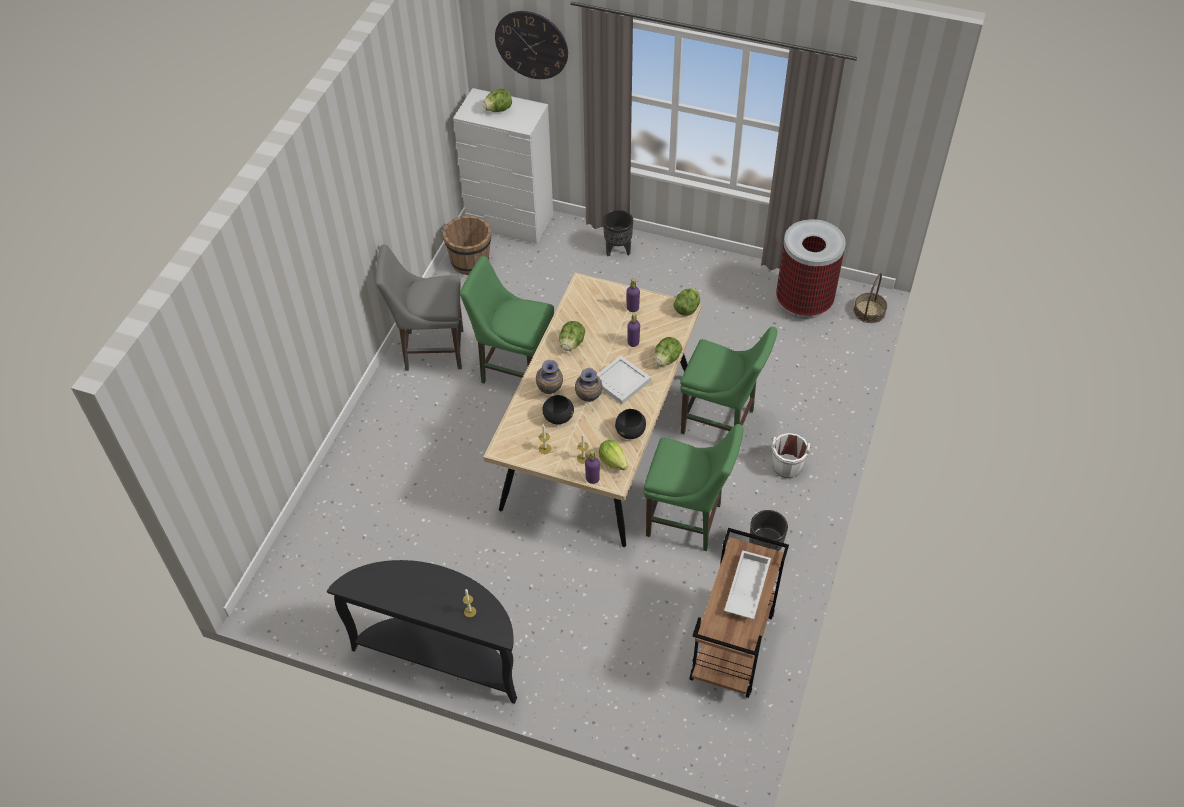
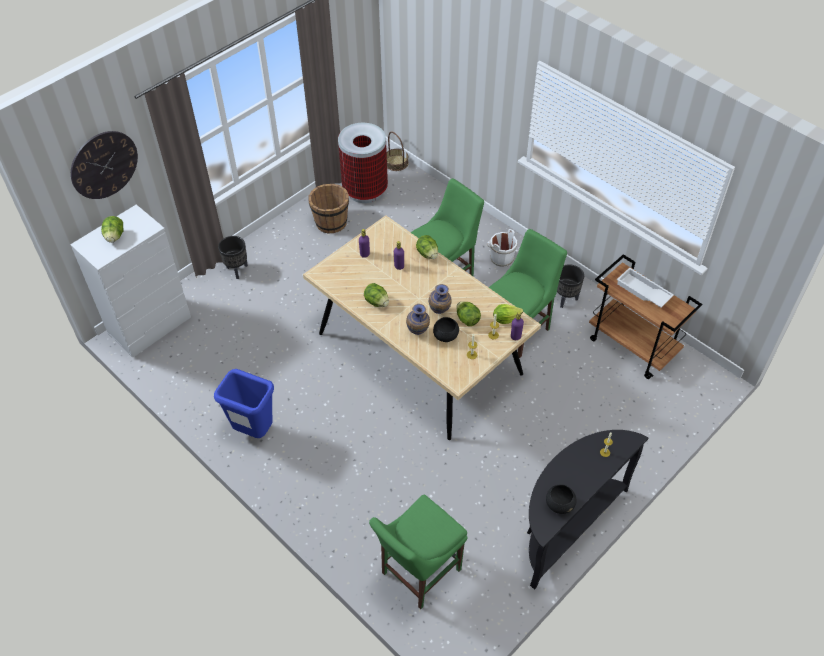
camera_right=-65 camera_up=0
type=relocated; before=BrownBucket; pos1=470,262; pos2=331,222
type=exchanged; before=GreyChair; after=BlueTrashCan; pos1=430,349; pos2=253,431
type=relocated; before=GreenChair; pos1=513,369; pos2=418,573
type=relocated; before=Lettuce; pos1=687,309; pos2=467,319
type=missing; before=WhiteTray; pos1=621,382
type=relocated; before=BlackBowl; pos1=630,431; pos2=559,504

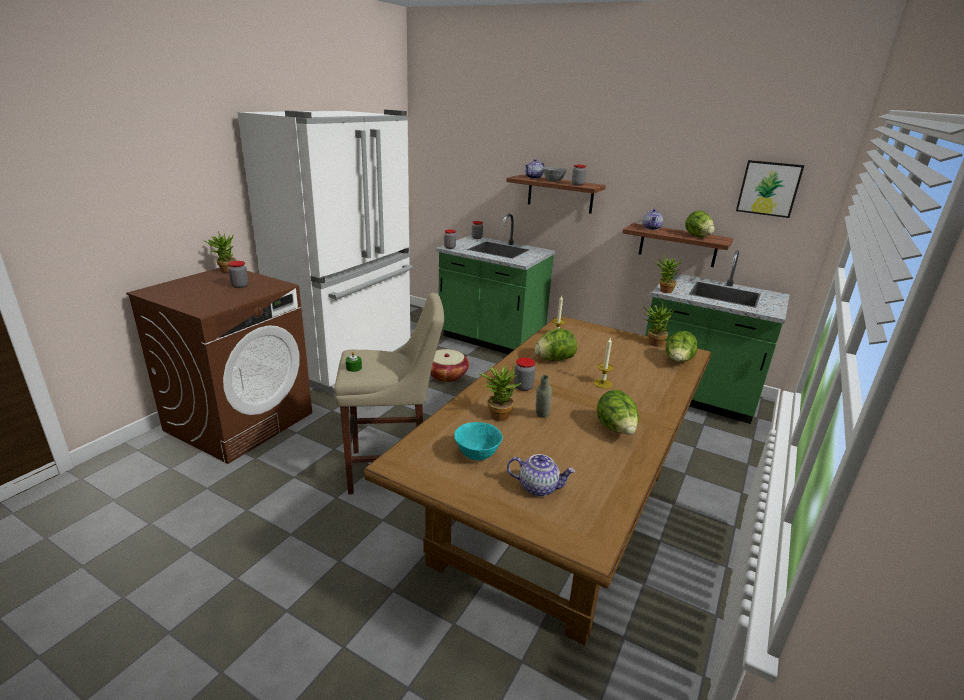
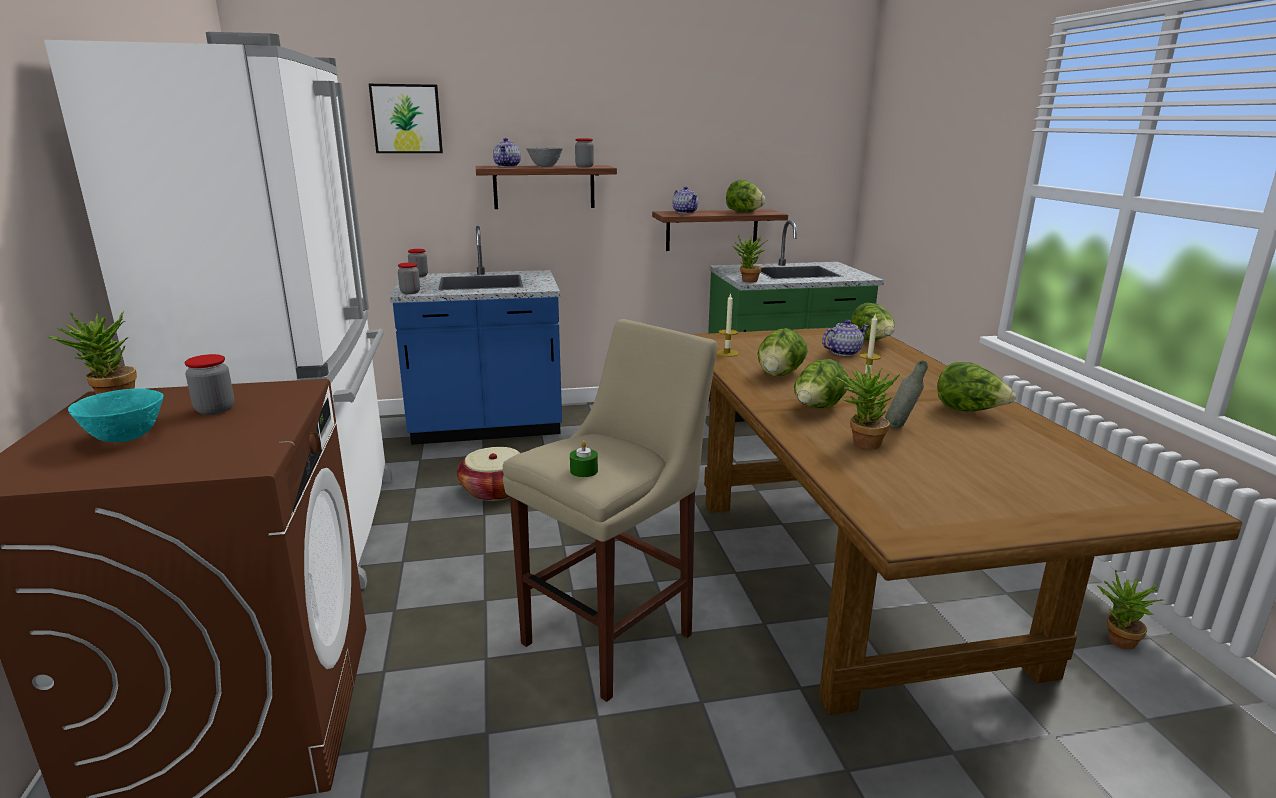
camera_right=-40 camera_up=-5
type=relocated; before=Picture; pos1=769,188; pos2=407,119
type=colour; before=GreenCounter; after=BlueCounter; pos1=490,340; pos2=486,428
type=relocated; before=PottedPlant; pos1=652,343; pos2=1116,642
type=exchanged; before=Jar; after=Lettuce; pos1=523,387; pos2=817,409
type=relocated; before=TurquoiseBowl; pos1=477,455; pos2=126,438
type=relocated; before=Teapot; pos1=538,487; pos2=843,352

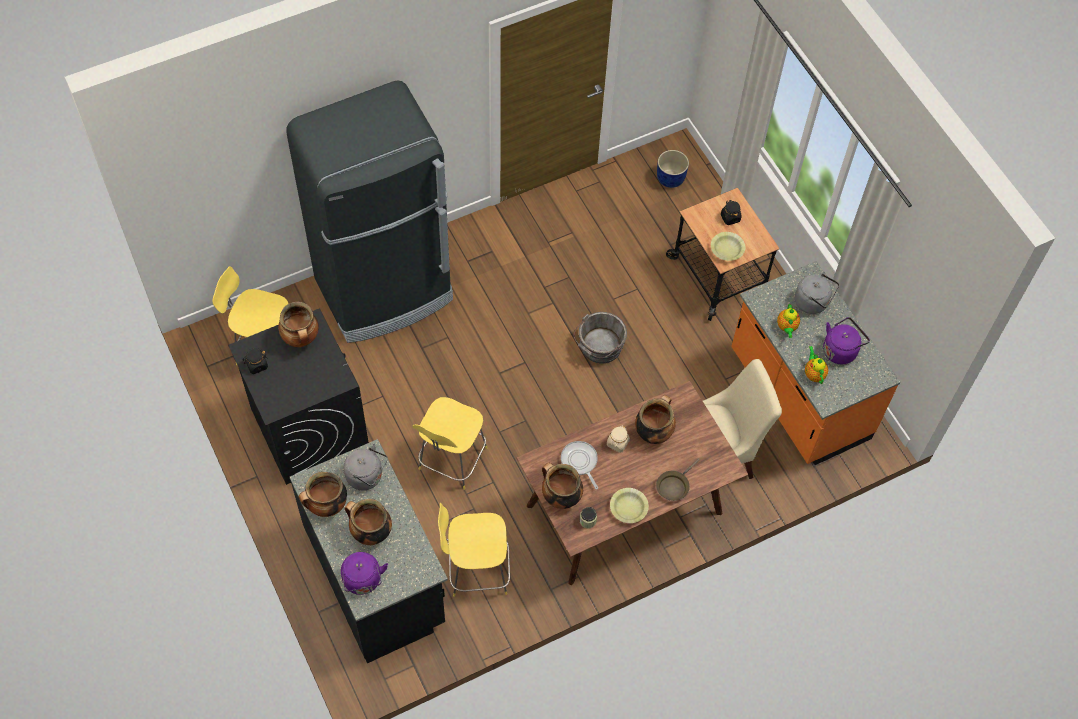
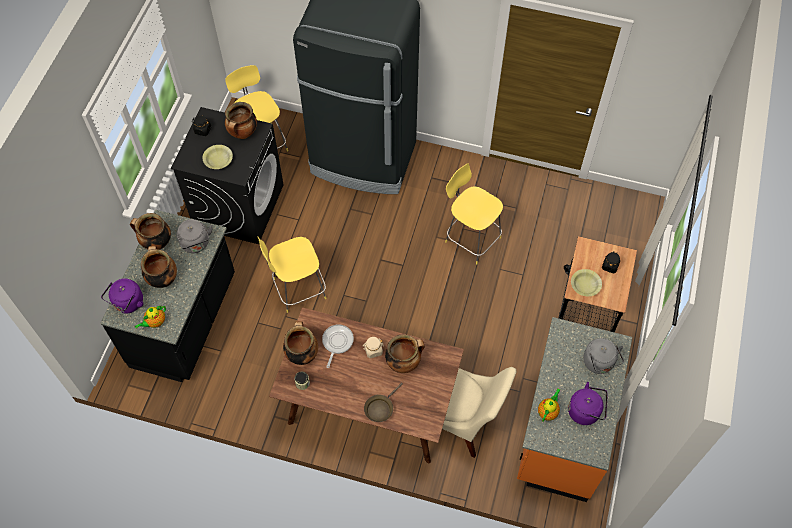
camera_right=45 camera_up=0
type=missing; before=BluePlanter; pos1=671,178
type=relocated; before=Teapot; pos1=786,327; pos2=155,322
type=missing; before=GreyBucket; pos1=599,347
type=spun; before=BrownFryingPan; pos1=674,486; pos2=380,408; turn=-45
type=relocated; before=YellowBowl; pos1=628,508; pos2=218,160
type=relocated; before=YellowStool; pos1=476,570; pos2=471,238

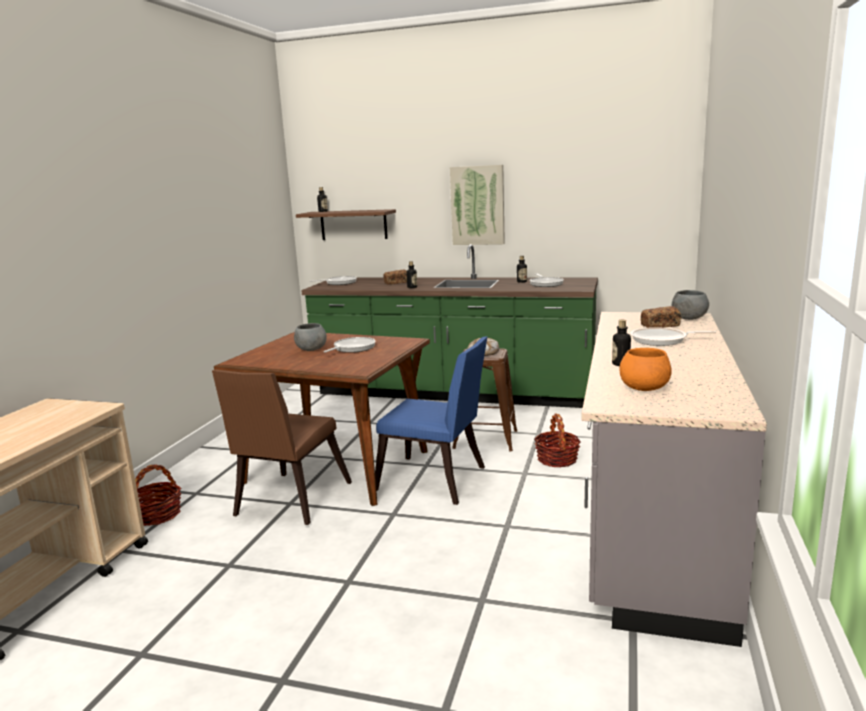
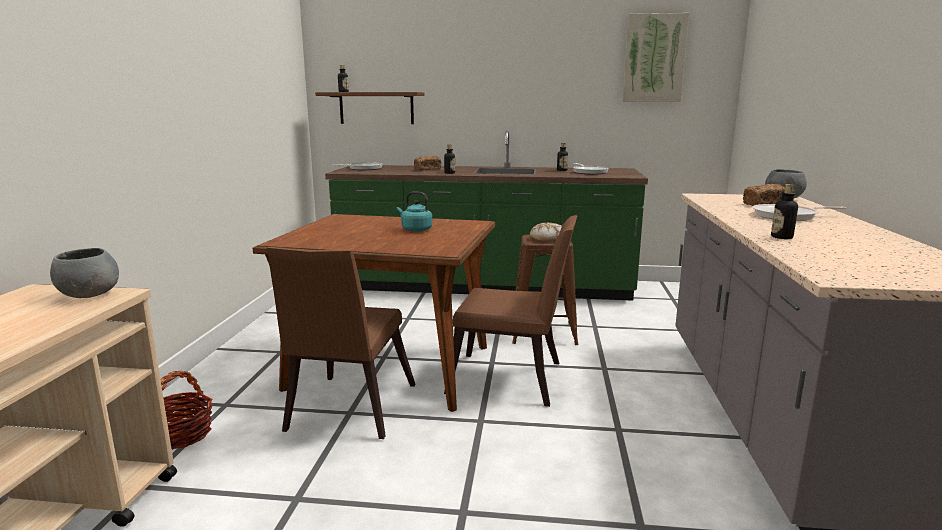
camera_right=-10 camera_up=0
type=relocated; before=Picture; pos1=477,205; pos2=654,58
type=relocated; before=GreyBowl; pos1=311,349; pos2=89,295
type=colour; before=BlueChair; after=BrownChair; pos1=436,481; pos2=513,380
type=exchanged; before=FryingPan; after=TurquoiseKettle; pos1=352,348; pos2=415,230
type=missing; before=OrangeBowl; pos1=644,388
type=missing; before=Basket; pos1=557,459

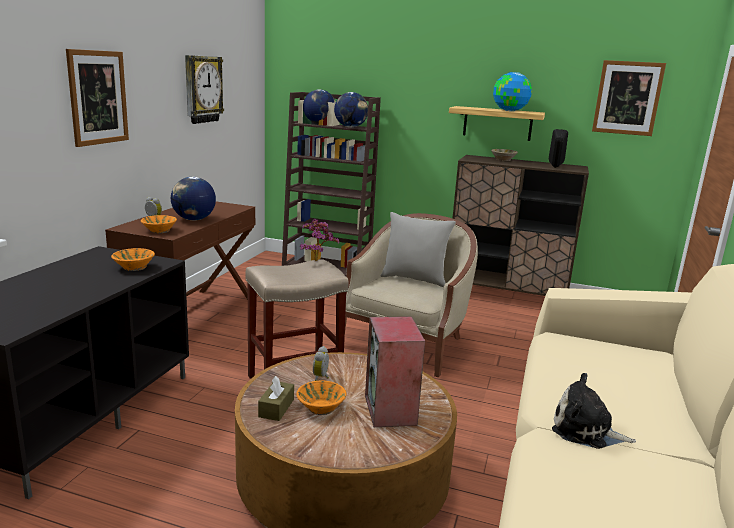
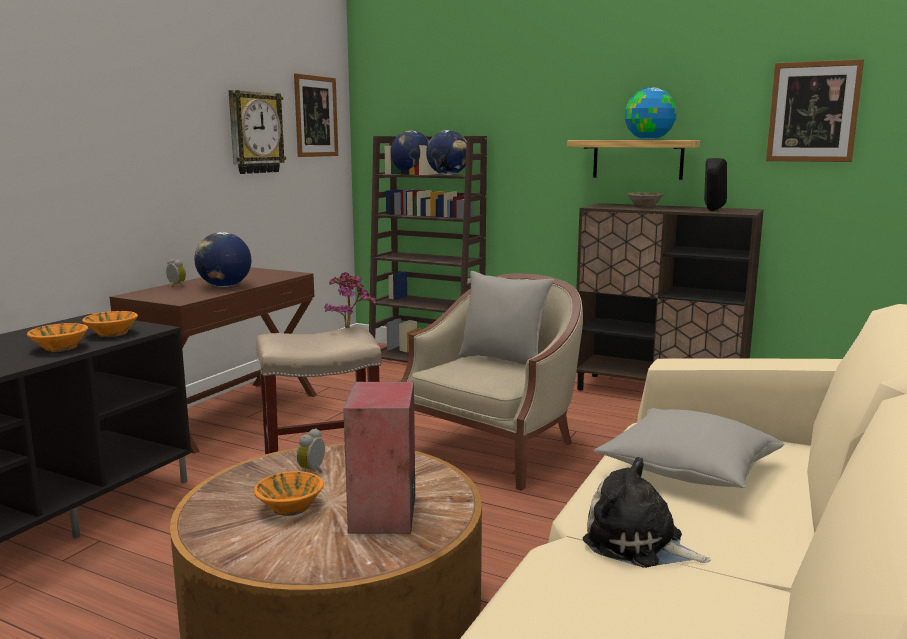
camera_right=10 camera_up=-5
type=relocated; before=Picture; pos1=98,97; pos2=316,116
type=relocated; before=OrangeBowl; pos1=159,231; pos2=59,348
type=missing; before=BrownTissueBox; pos1=276,408
type=appeared; after=GreyPillow; pos2=688,470

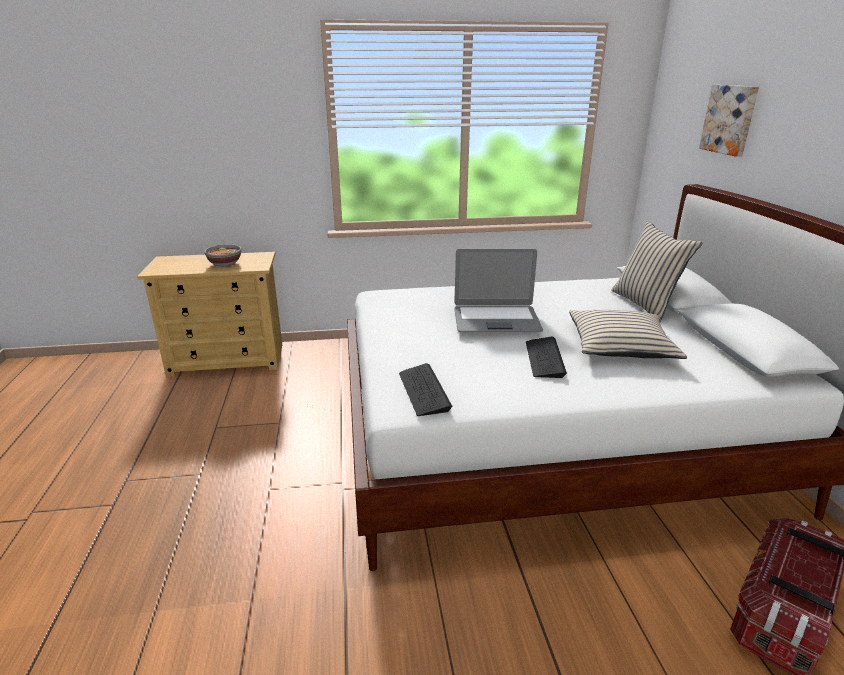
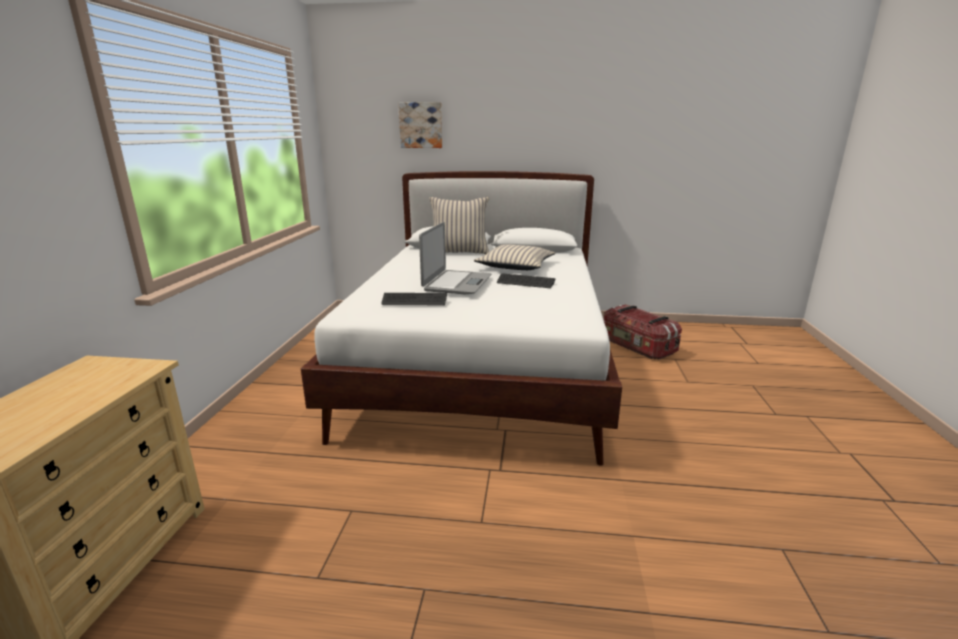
camera_right=-75 camera_up=-5
type=missing; before=Bowl; pos1=224,264
type=relocated; before=Keyboard; pos1=424,391; pos2=414,301

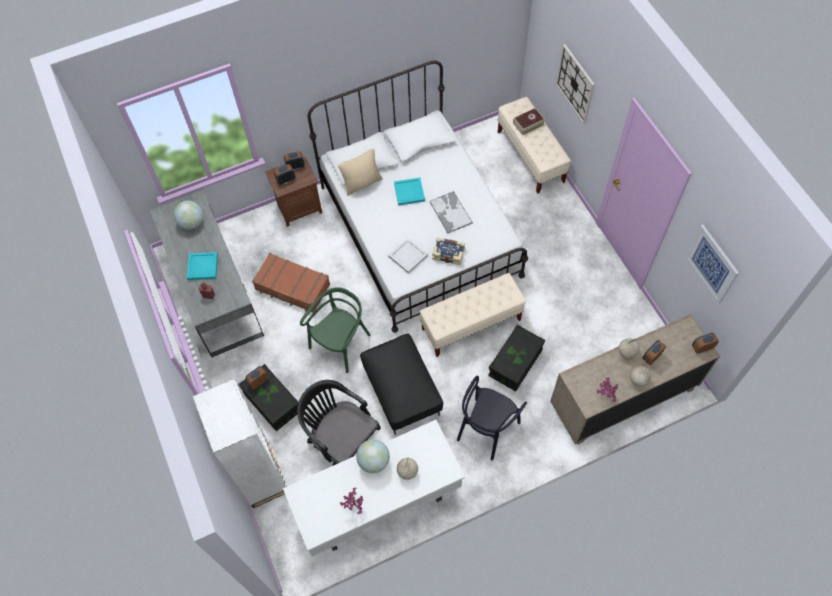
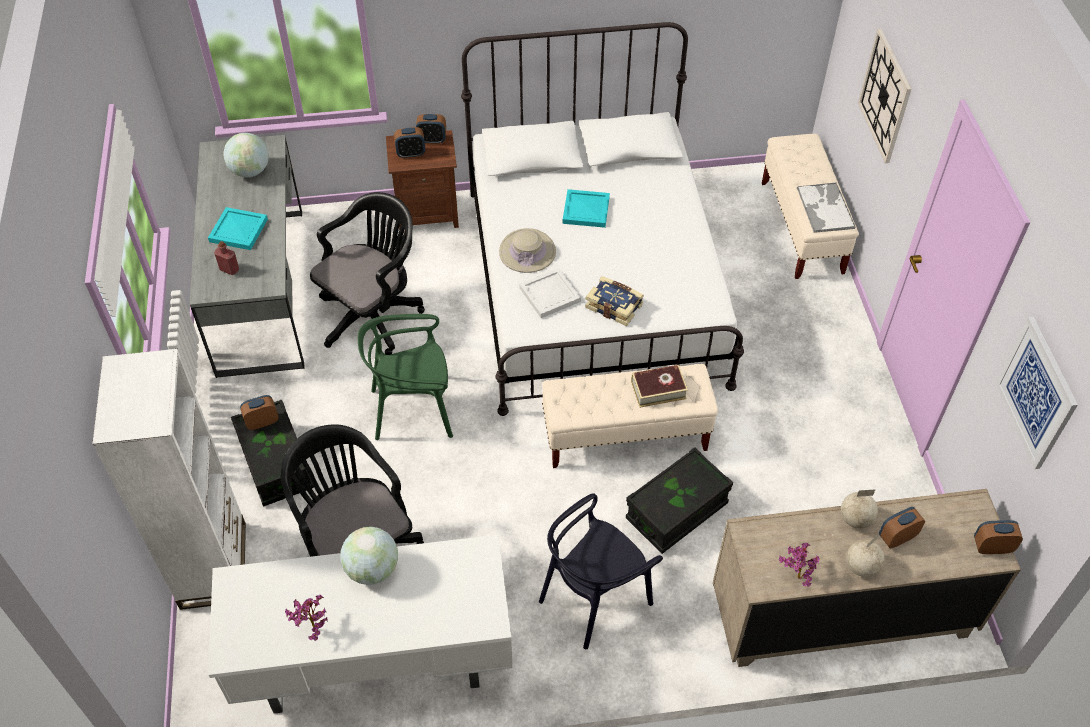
camera_right=15 camera_up=-10
type=relocated; before=Book; pos1=528,124; pos2=658,390
type=missing; before=BeigePillow; pos1=362,183
type=relocated; before=Tray; pos1=450,212; pos2=824,208
type=exchanged; before=BrownSuitcase; after=BlackOfficeChair; pos1=292,287; pos2=374,314
type=spun; before=GreenChair; pos1=341,344; pos2=413,410; turn=-150
type=missing; before=BlackOttoman; pos1=403,392
type=missing; before=Globe; pos1=408,471
type=appeared; after=BeigeHat; pos2=527,252

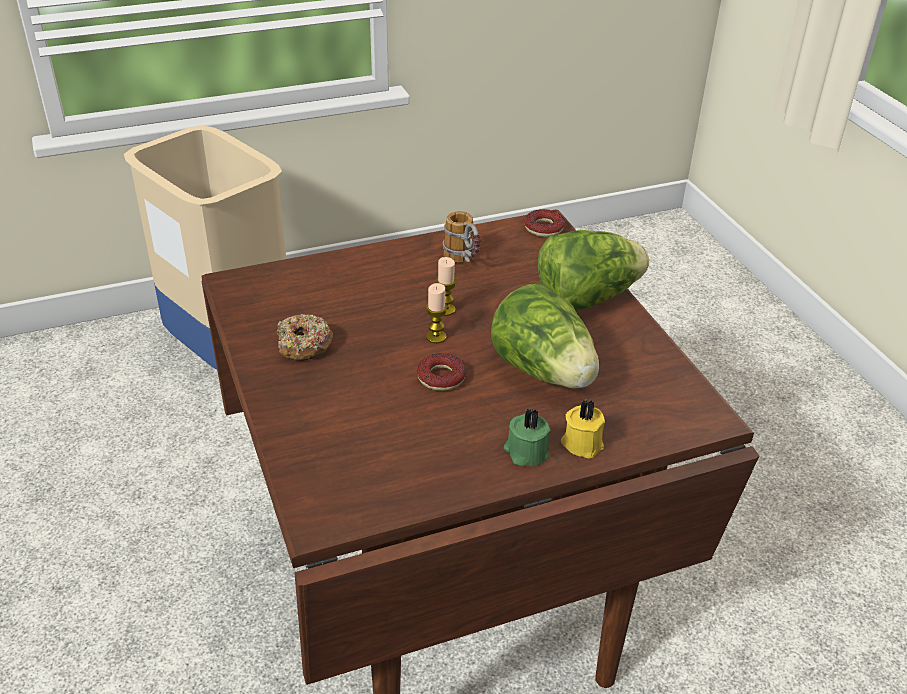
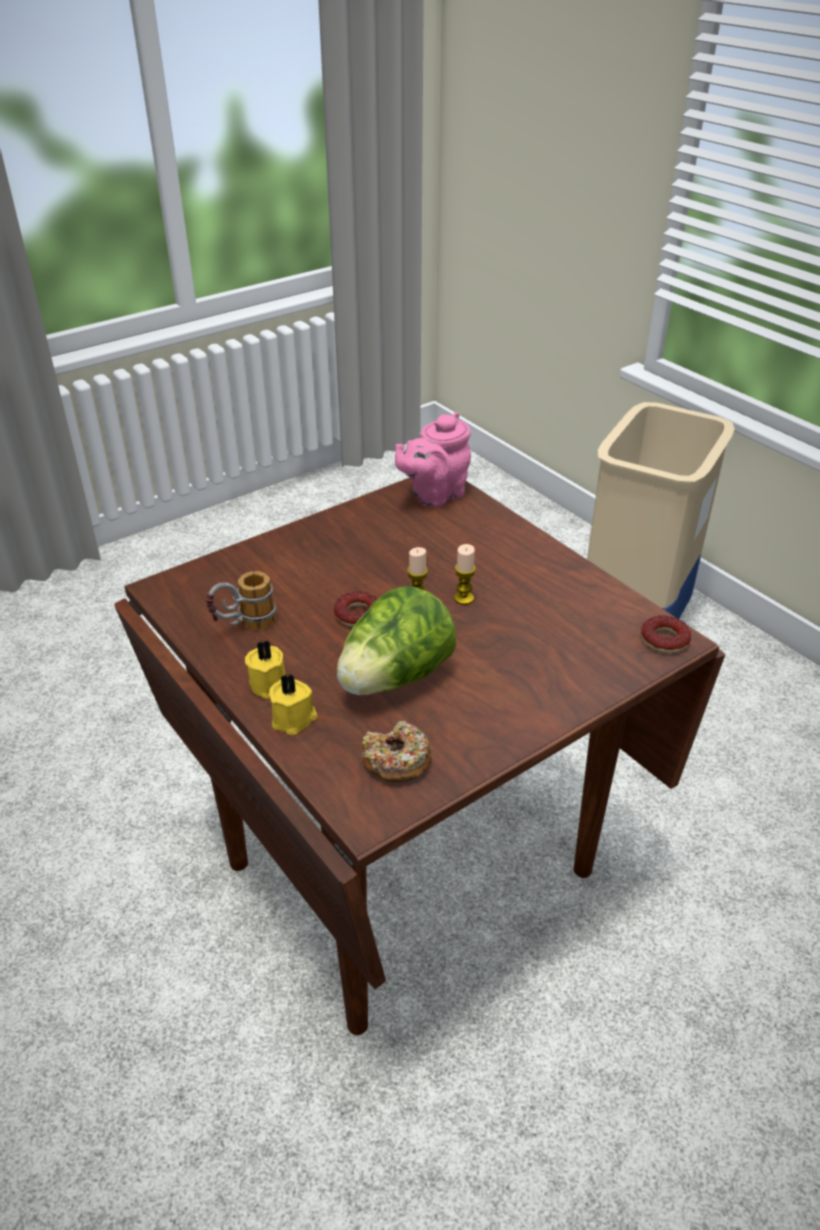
camera_right=75 camera_up=0
type=relocated; before=Mug; pos1=464,262; pos2=244,626
type=missing; before=Lettuce; pos1=587,298
type=relocated; before=Donut; pos1=304,345; pos2=396,761
type=colour; before=GreenCandle; after=YellowCandle; pos1=525,452; pos2=270,683
type=appeared; after=PinkTeapot; pos2=434,495

